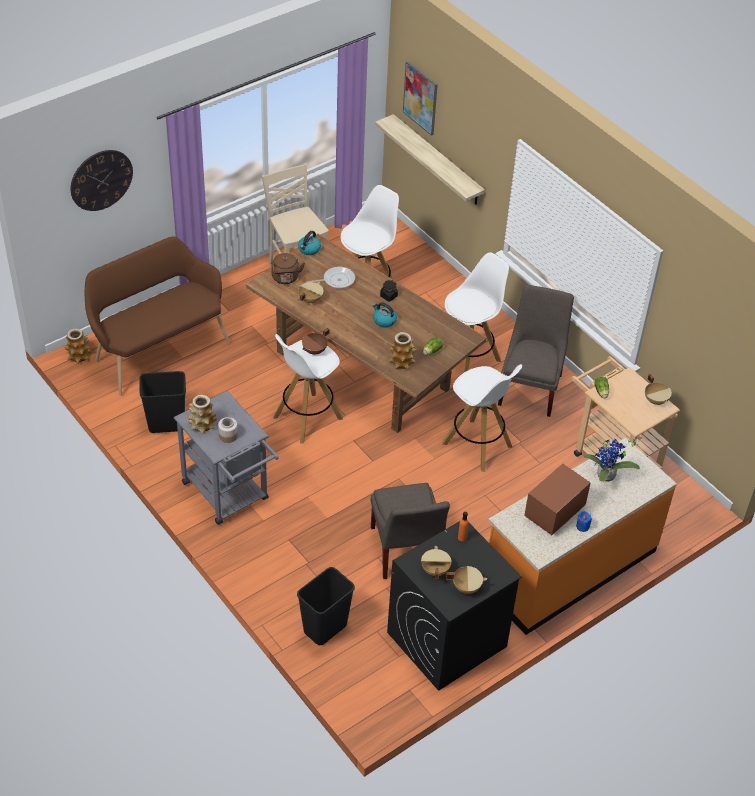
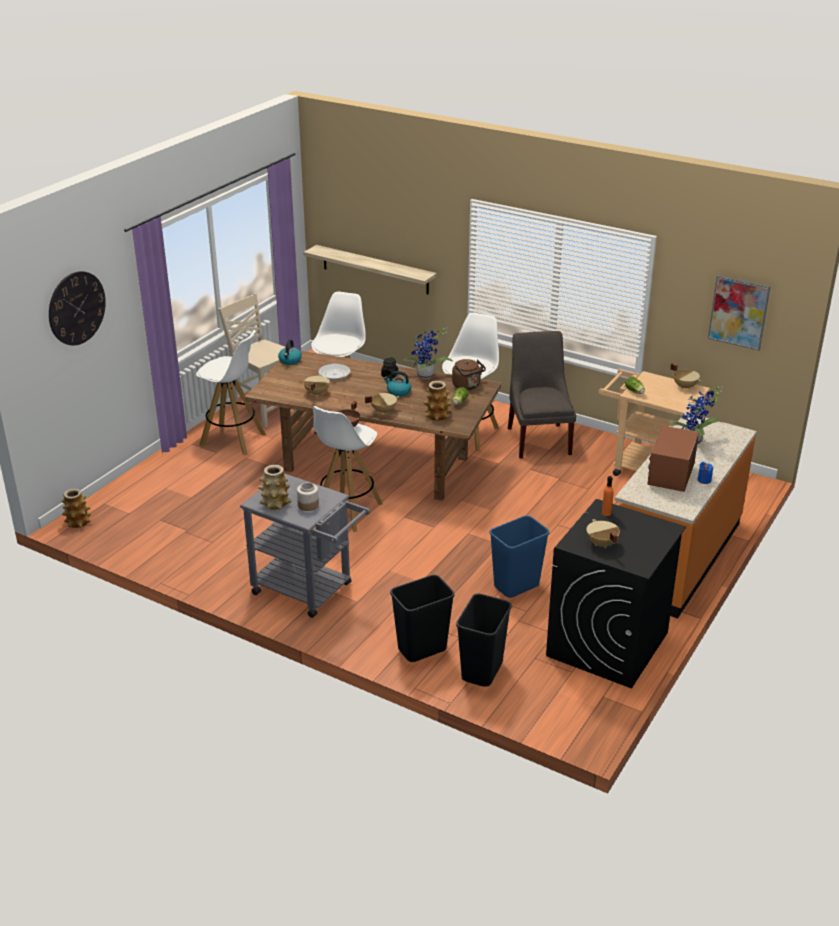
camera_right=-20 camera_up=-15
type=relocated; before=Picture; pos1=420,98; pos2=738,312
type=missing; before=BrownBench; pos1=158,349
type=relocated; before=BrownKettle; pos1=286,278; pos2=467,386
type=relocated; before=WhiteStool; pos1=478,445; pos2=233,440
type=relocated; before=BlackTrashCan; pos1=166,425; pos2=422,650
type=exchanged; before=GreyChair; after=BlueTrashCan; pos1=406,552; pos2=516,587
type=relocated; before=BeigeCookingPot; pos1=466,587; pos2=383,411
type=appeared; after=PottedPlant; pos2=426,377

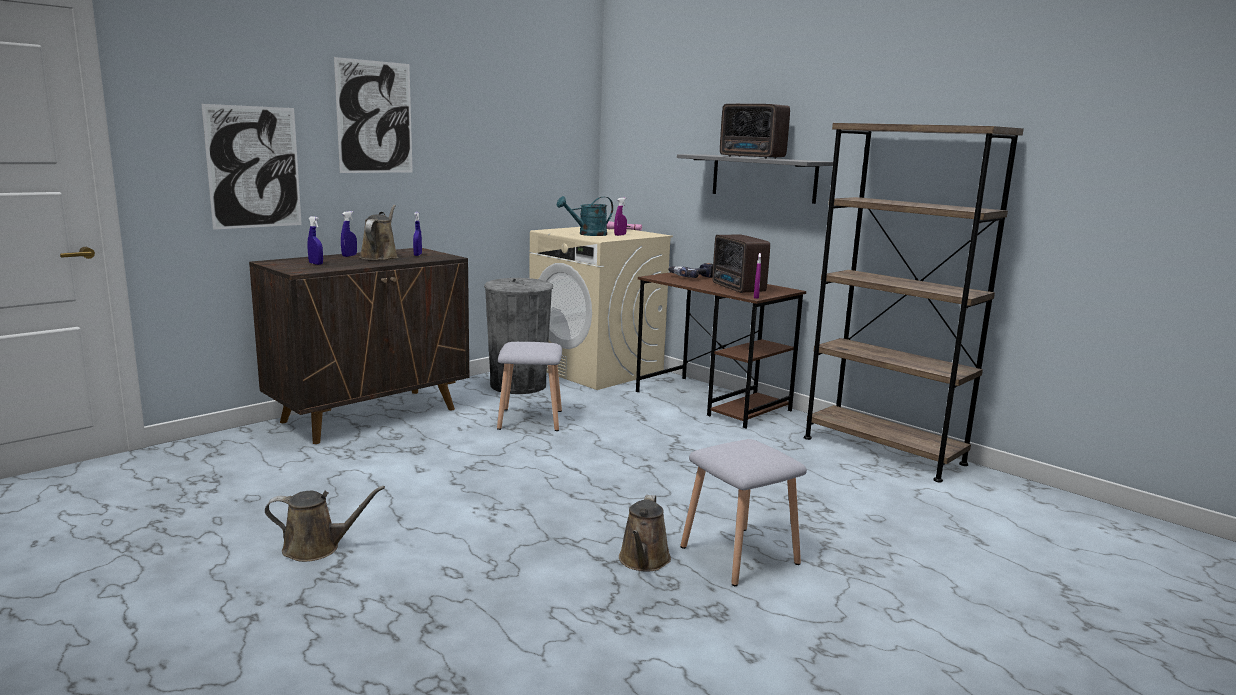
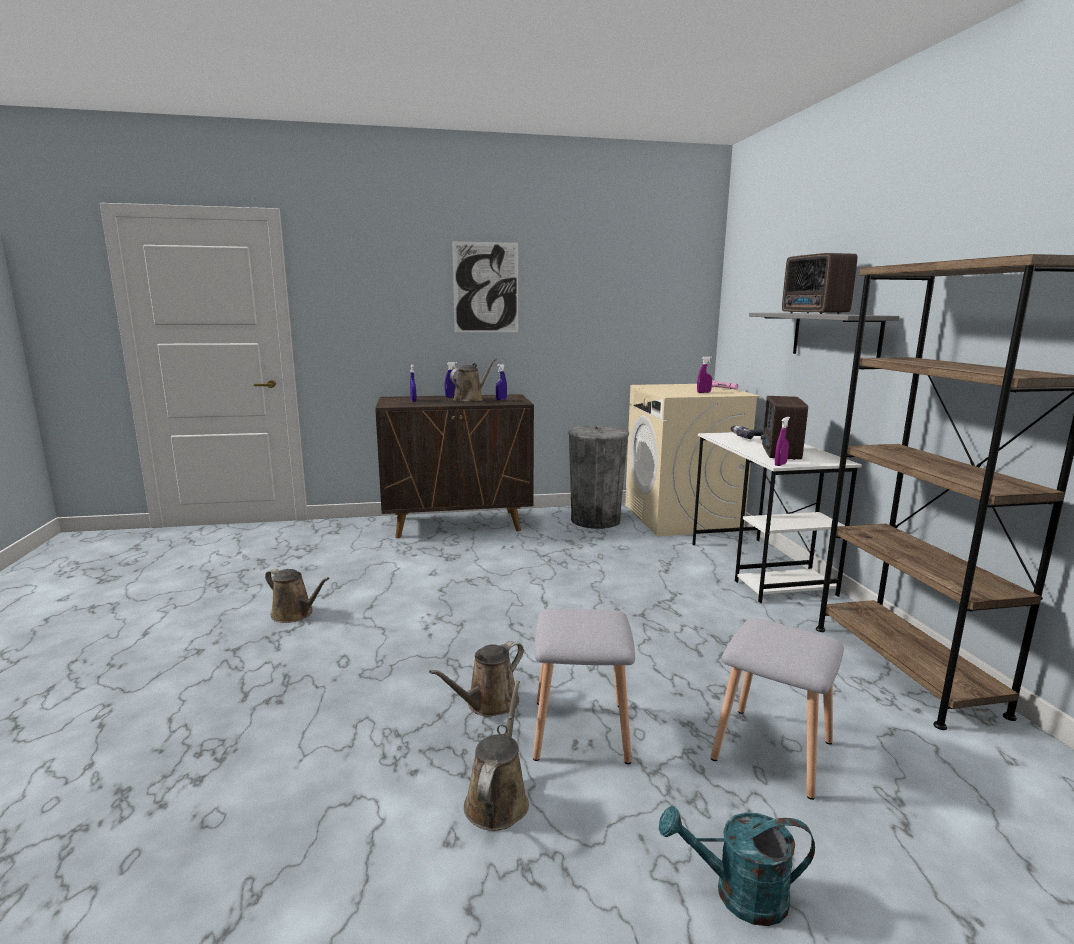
camera_right=35 camera_up=0
type=missing; before=Picture; pos1=254,167
type=relocated; before=TurquoiseWateringCan; pos1=588,234; pos2=738,894
type=colour; before=BrownDesk; after=WhiteDesk; pos1=712,401; pos2=759,568
type=relocated; before=GreyStool; pos1=531,420; pos2=773,752
type=appeared; after=BrownWateringCan; pos2=498,799

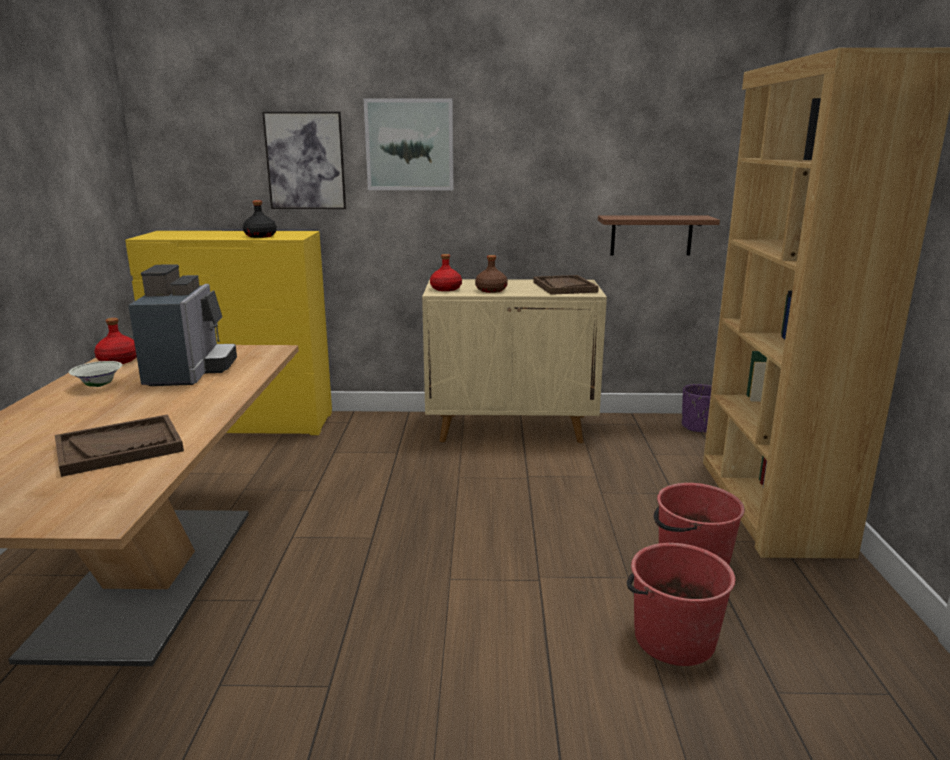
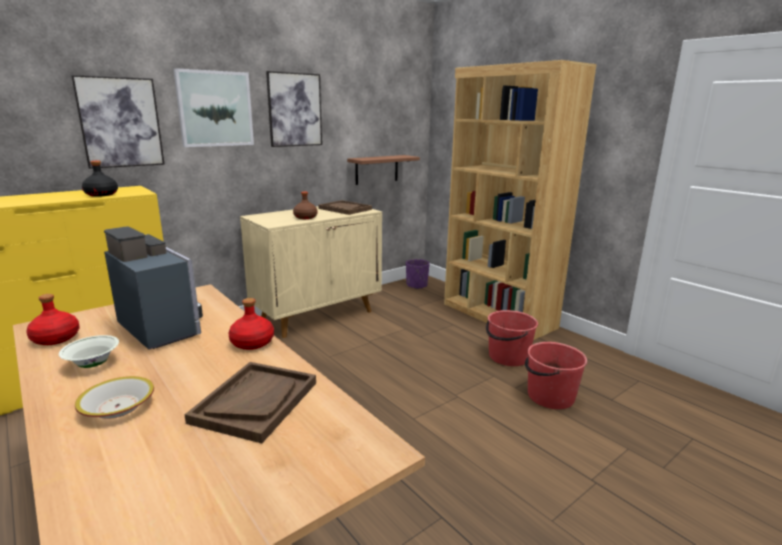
camera_right=-40 camera_up=0
type=relocated; before=RedBottle; pos1=445,289; pos2=251,343
type=appeared; after=Picture; pos2=294,110
type=appeared; after=Bowl; pos2=117,406

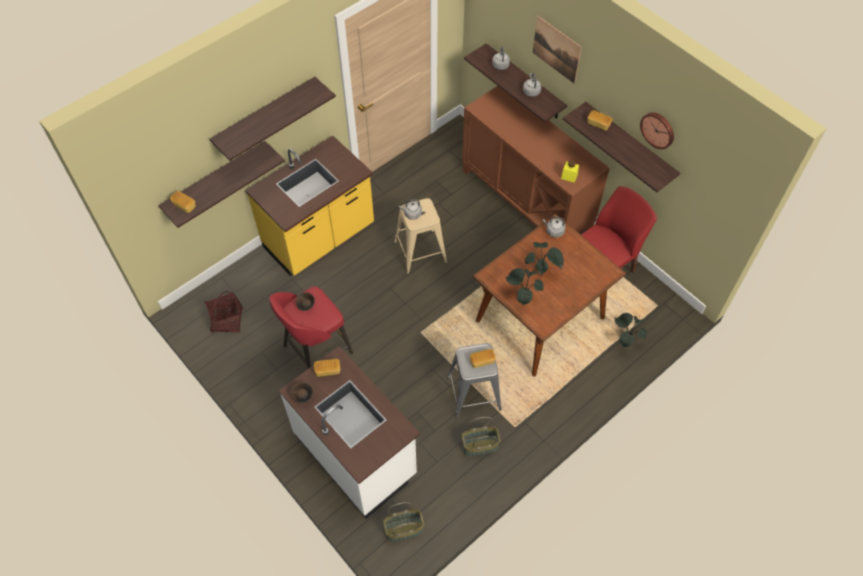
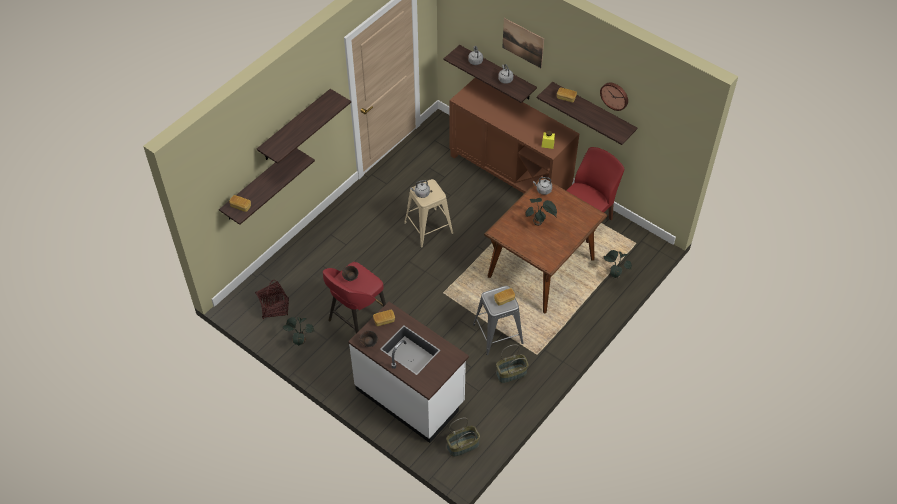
camera_right=-10 camera_up=-5
type=missing; before=YellowCounter; pos1=320,238
type=relocated; before=PottedPlant; pos1=522,298; pos2=300,340

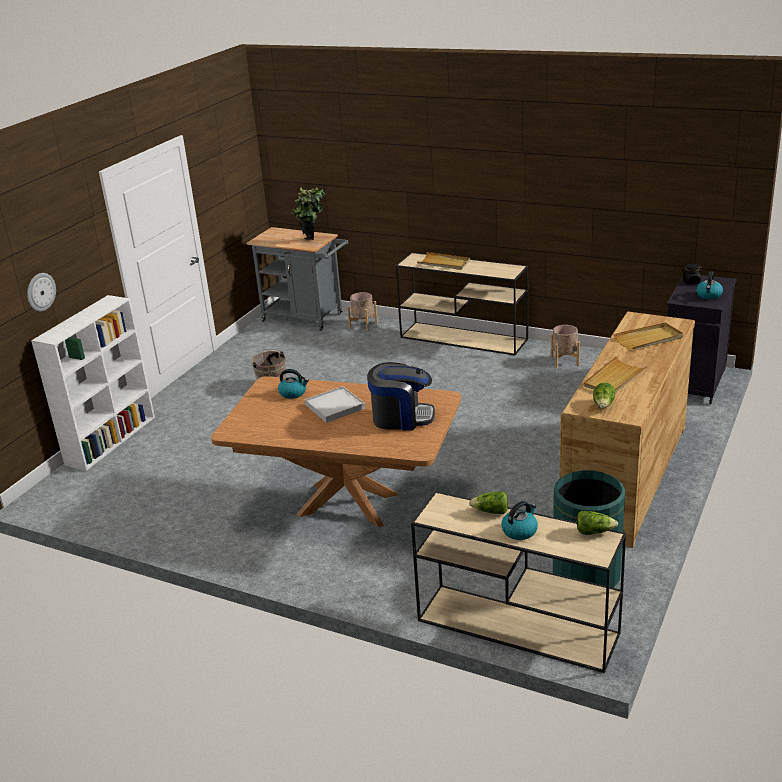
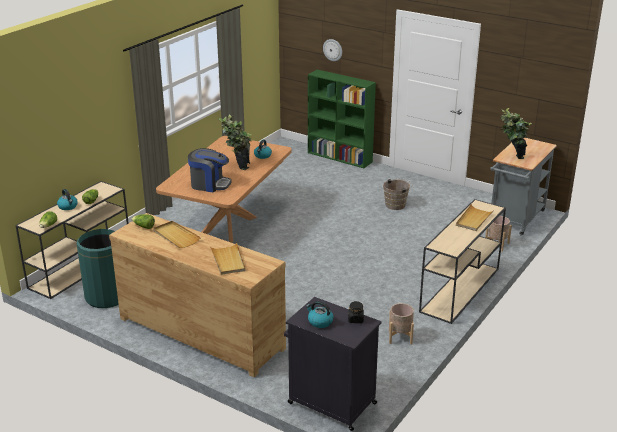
camera_right=95 camera_up=0
type=colour; before=WhiteBookcase; after=GreenBookcase; pos1=111,440; pos2=340,157
type=spun; before=CoffeeMachine; pos1=401,418; pos2=209,184; turn=-90
type=exchanged; before=WhiteTray; after=PottedPlant; pos1=334,407; pos2=237,166

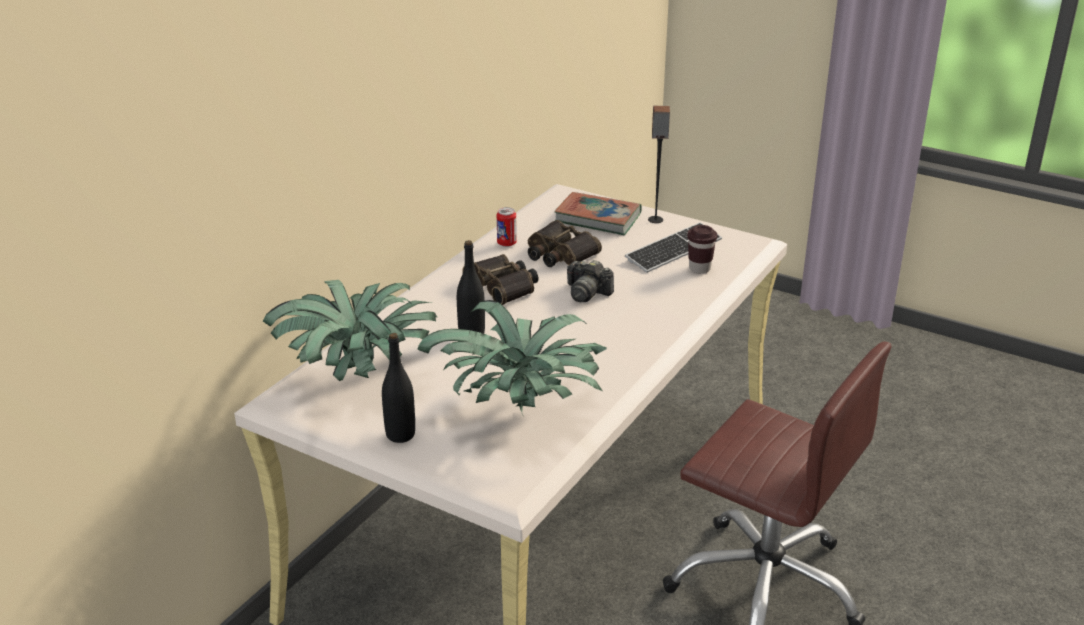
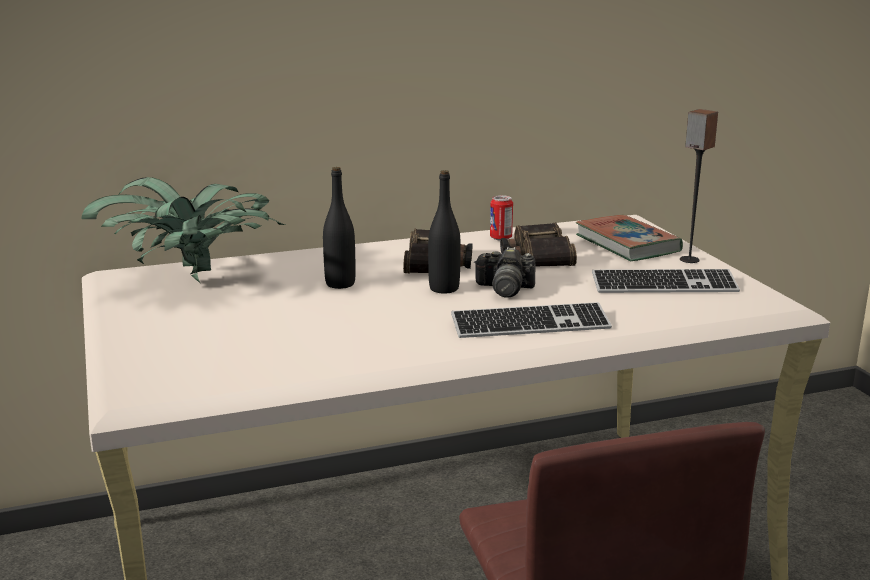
camera_right=40 camera_up=-10
type=missing; before=BrownCup; pos1=699,268
type=spun; before=PhotoCamera; pos1=587,293; pos2=505,289; turn=-60
type=missing; before=PottedPlant; pos1=523,410
type=relocated; before=BlackBottle; pos1=400,435; pos2=444,288
type=appeared; after=Keyboard; pos2=530,325

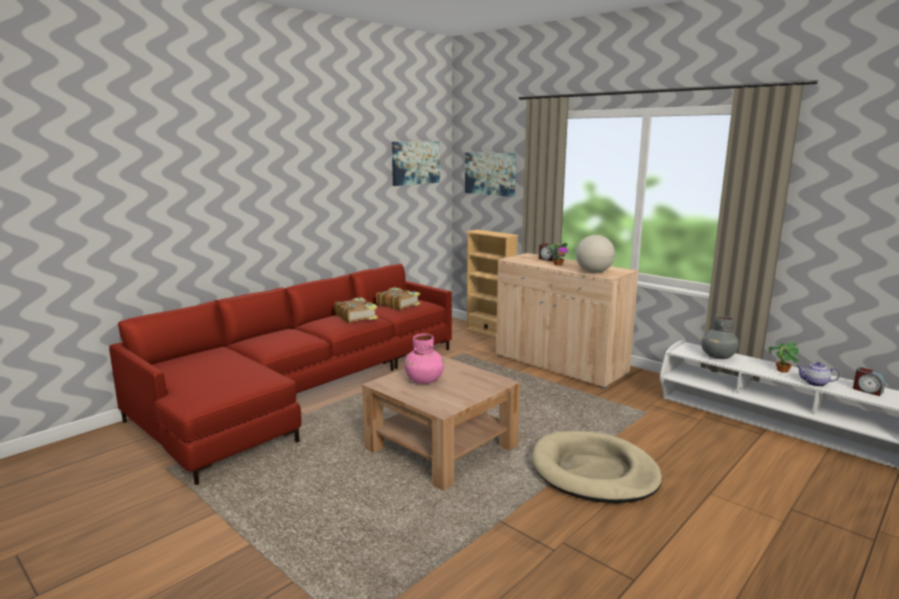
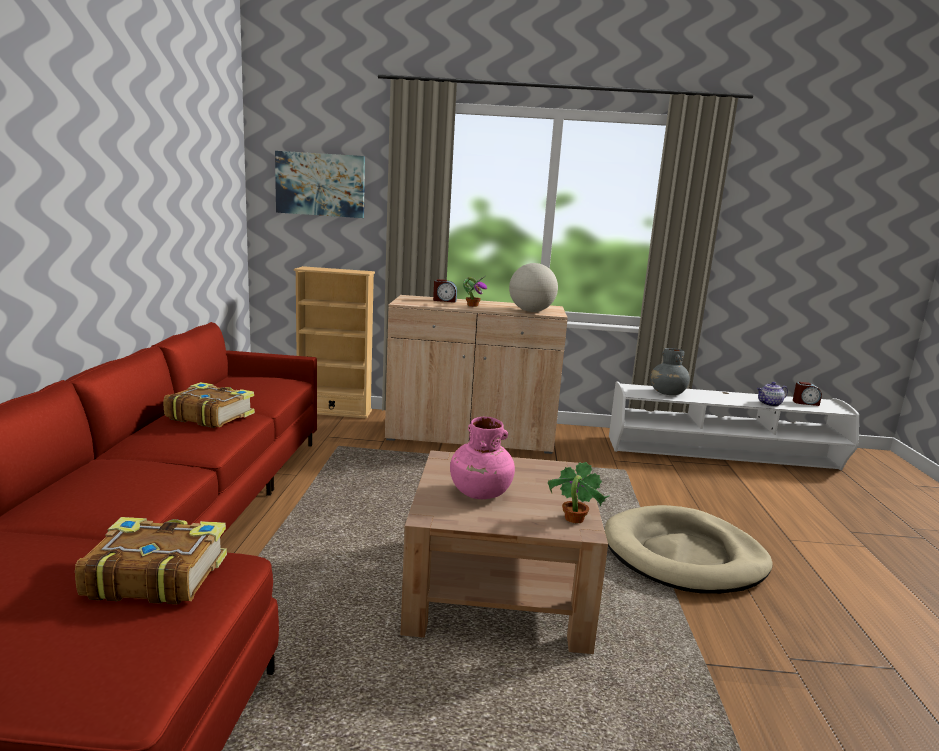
camera_right=-40 camera_up=0
type=missing; before=Picture; pos1=415,163
type=relocated; before=Book; pos1=397,304; pos2=155,576
type=relocated; before=PottedPlant; pos1=782,370; pos2=573,518

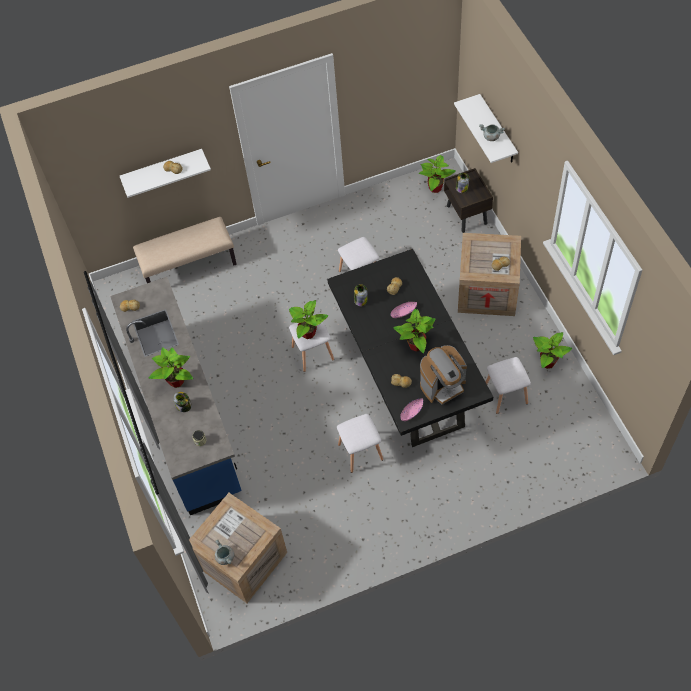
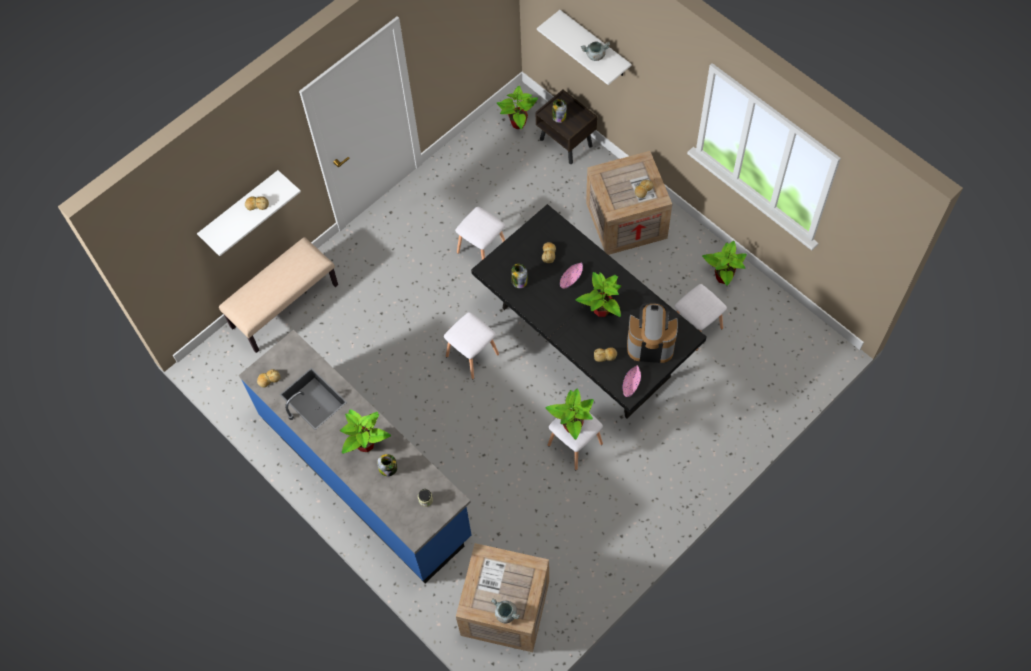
camera_right=-25 camera_up=5
type=relocated; before=PottedPlant; pos1=308,333; pos2=572,425
type=spun; before=CoffeeMachine; pos1=443,386; pos2=650,344; turn=-120

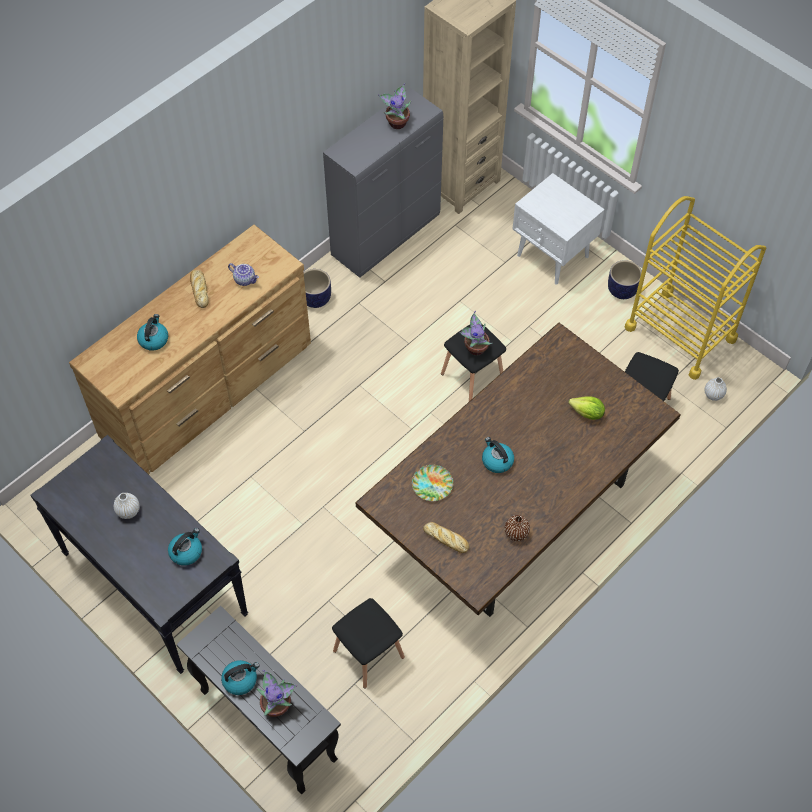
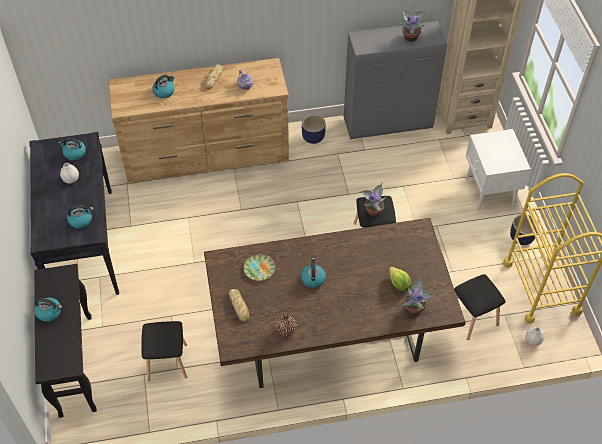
camera_right=35 camera_up=-5
type=relocated; before=PottedPlant; pos1=277,705; pos2=414,308
type=appeared; after=Kettle; pos2=74,153

